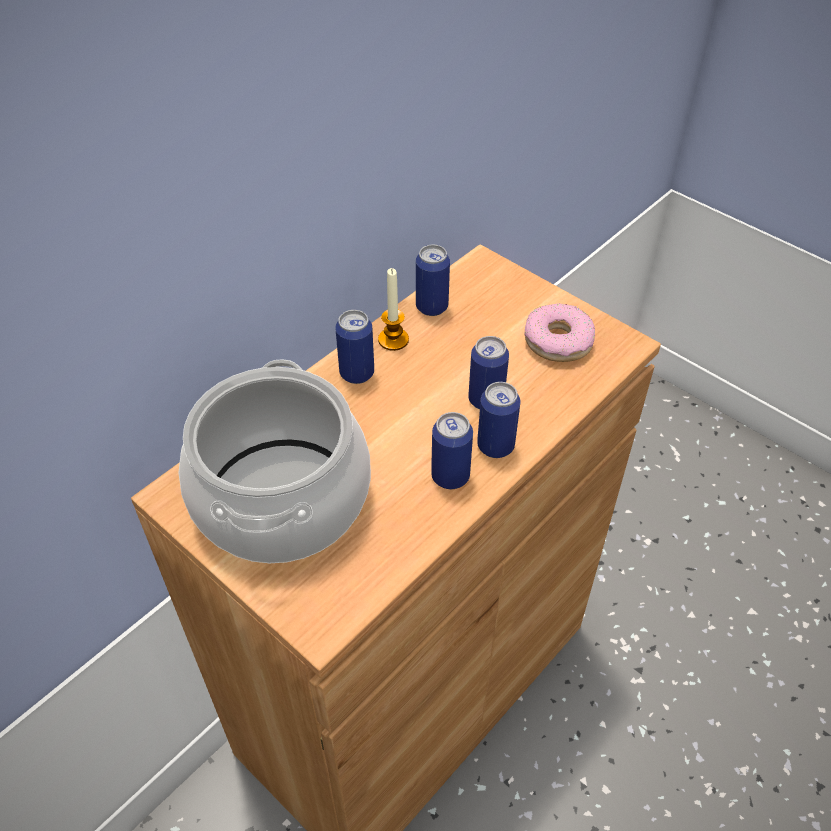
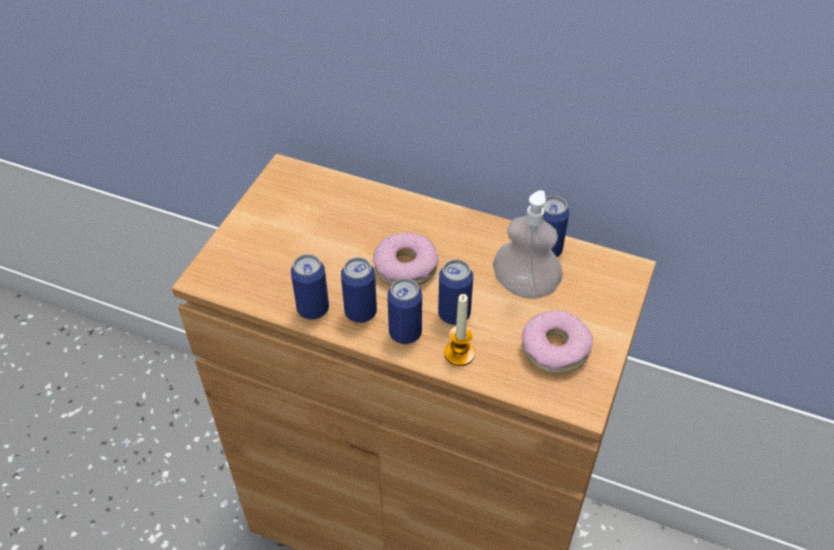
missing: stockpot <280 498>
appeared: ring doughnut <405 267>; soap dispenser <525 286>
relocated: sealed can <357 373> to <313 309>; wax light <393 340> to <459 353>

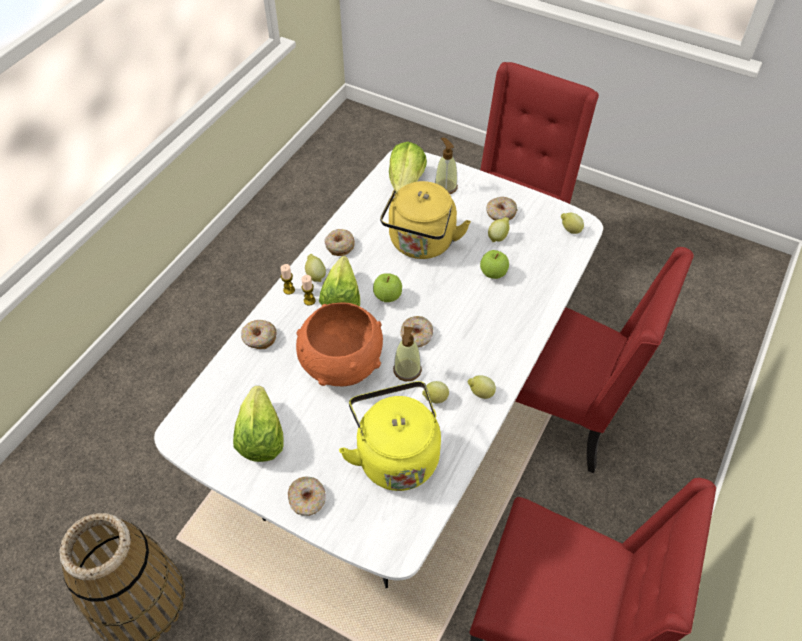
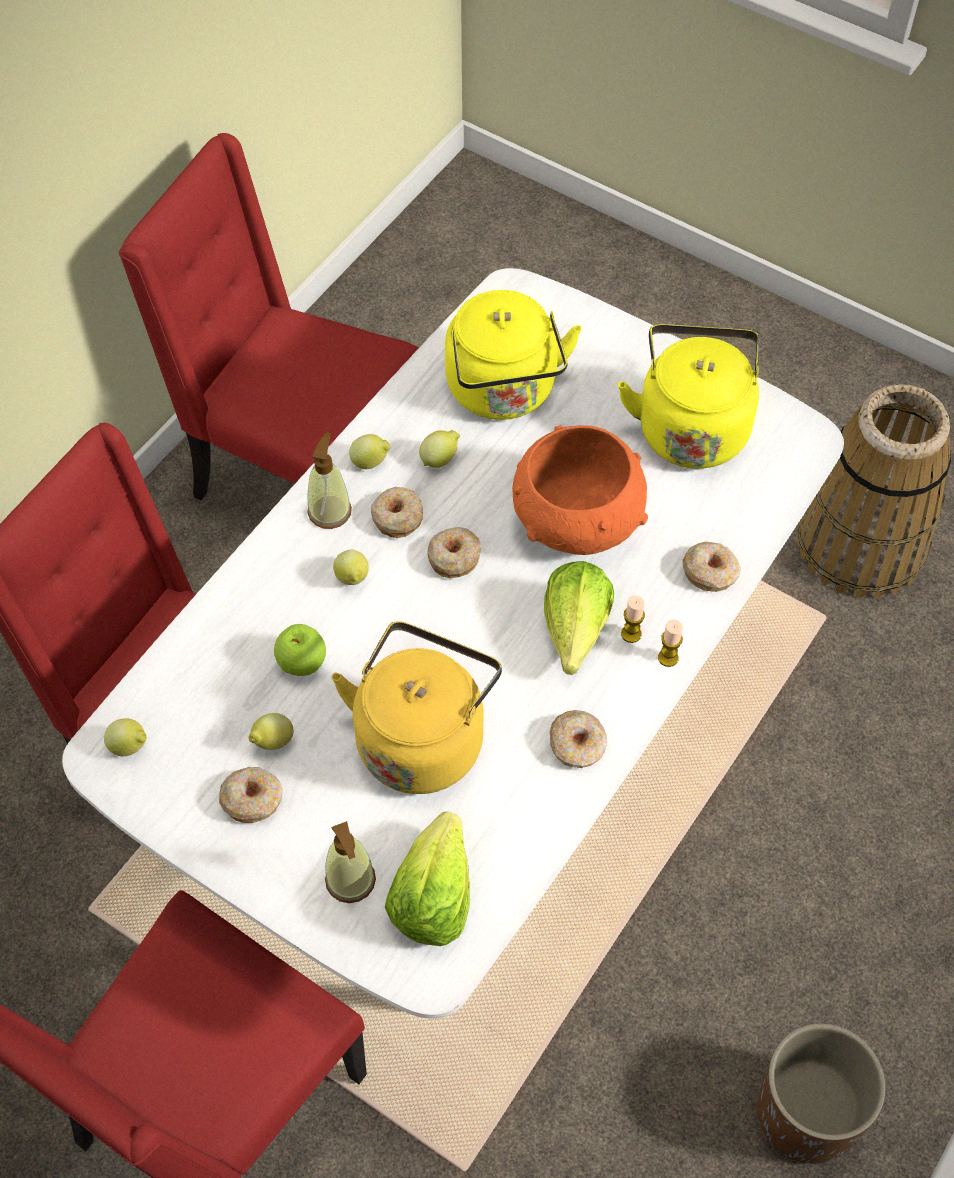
missing: apple fruit <387 297>
appeared: brown plant pot <806 1113>
relocated: ring doughnut <307 499> to <397 517>; citrus fruit <315 275> to <353 579>; soap dispenser <407 370> to <329 511>
exchanged: lettuce head <261 437> to yellowish water kettle <691 426>

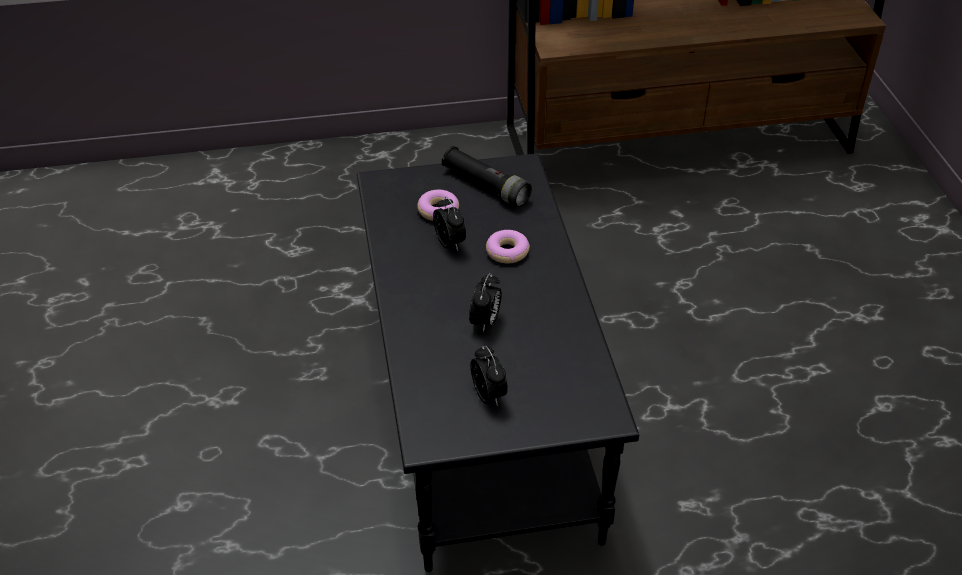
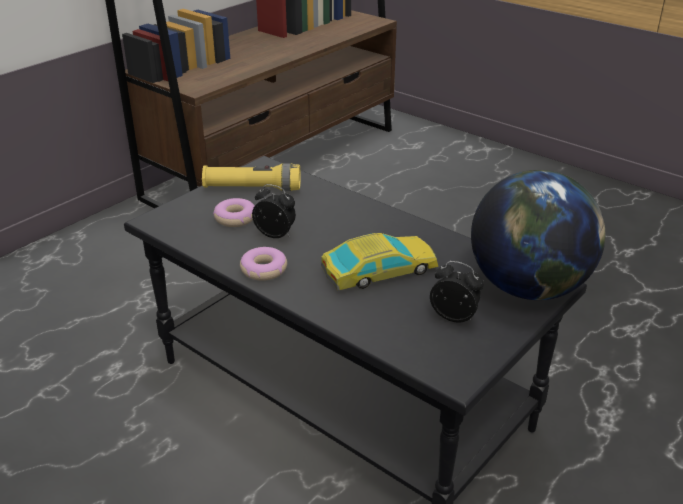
appeared: globe <529 287>
relocated: ring doughnut <507 252> to <263 270>
exchanged: alarm clock <485 322> to model car <379 271>
colour: black hand torch <485 186> to yellowish hand torch <252 188>

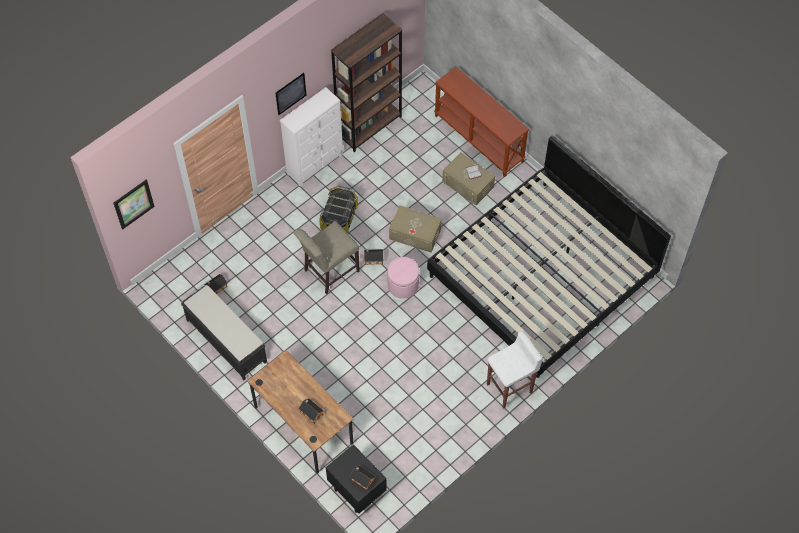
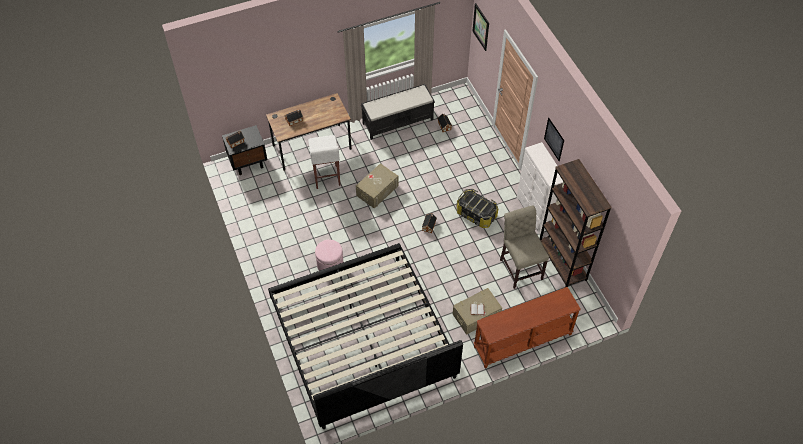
relocated: sand-coloured chair <328 272> to <520 267>; pink-coloured ottoman <403 285> to <330 264>; sand-coloured storage box <415 234> to <377 190>; whitish stool <510 388> to <326 177>

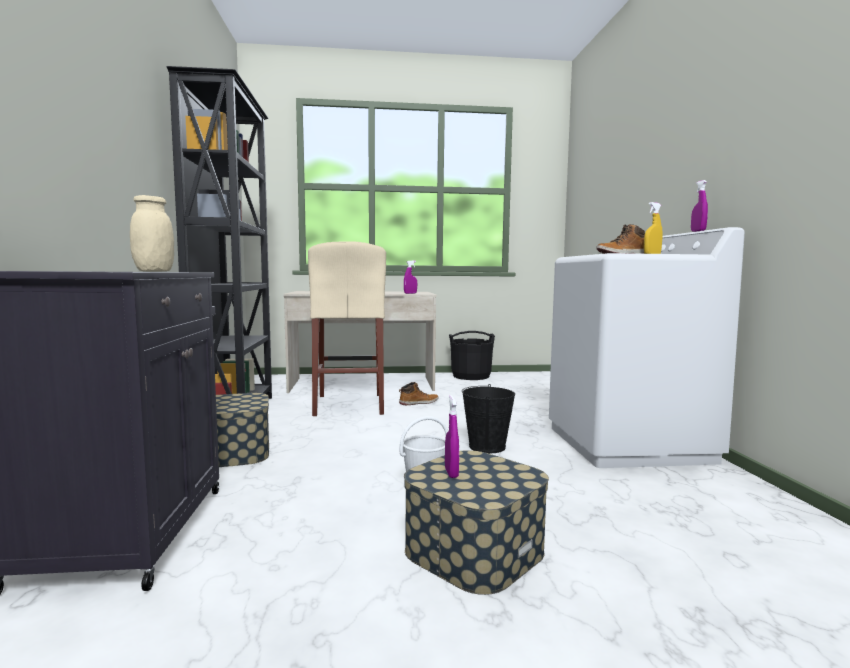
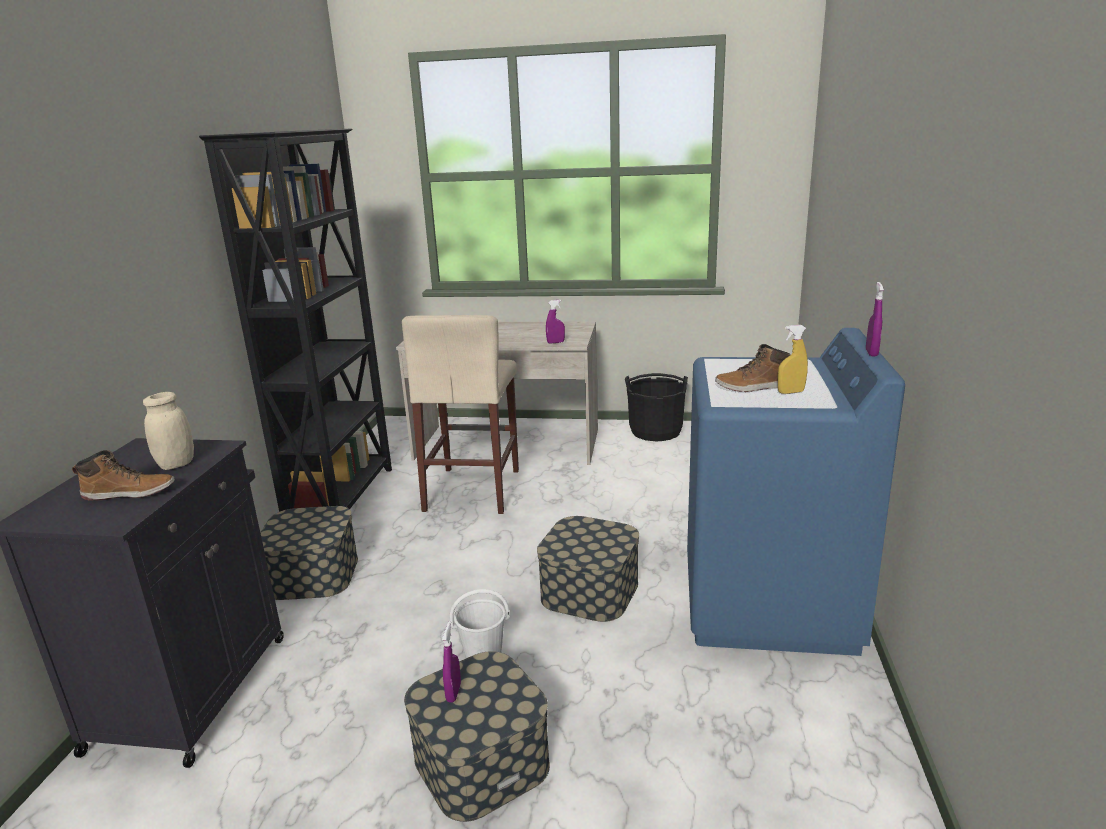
relocated: high-top boot <418 403> to <130 493>
exchanged: black pail <487 447> to storage box <590 590>
colour: whitish laundry appliance <628 444> to blue laundry appliance <768 603>

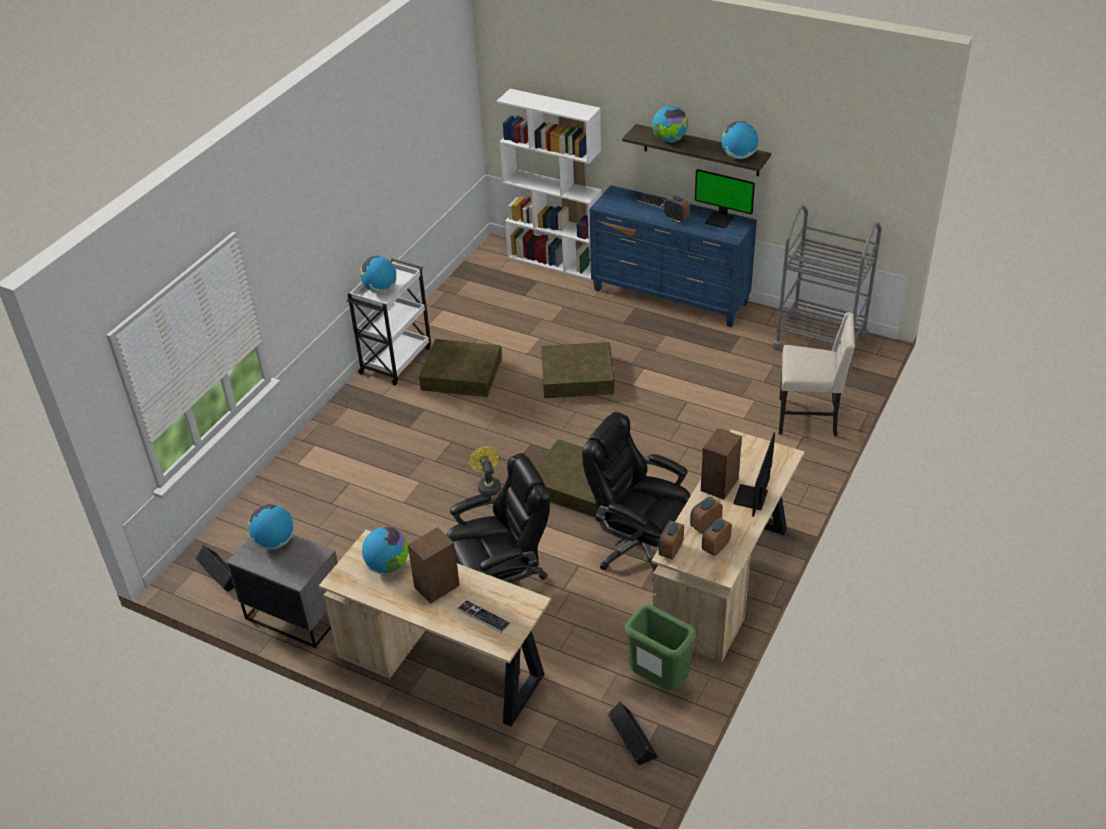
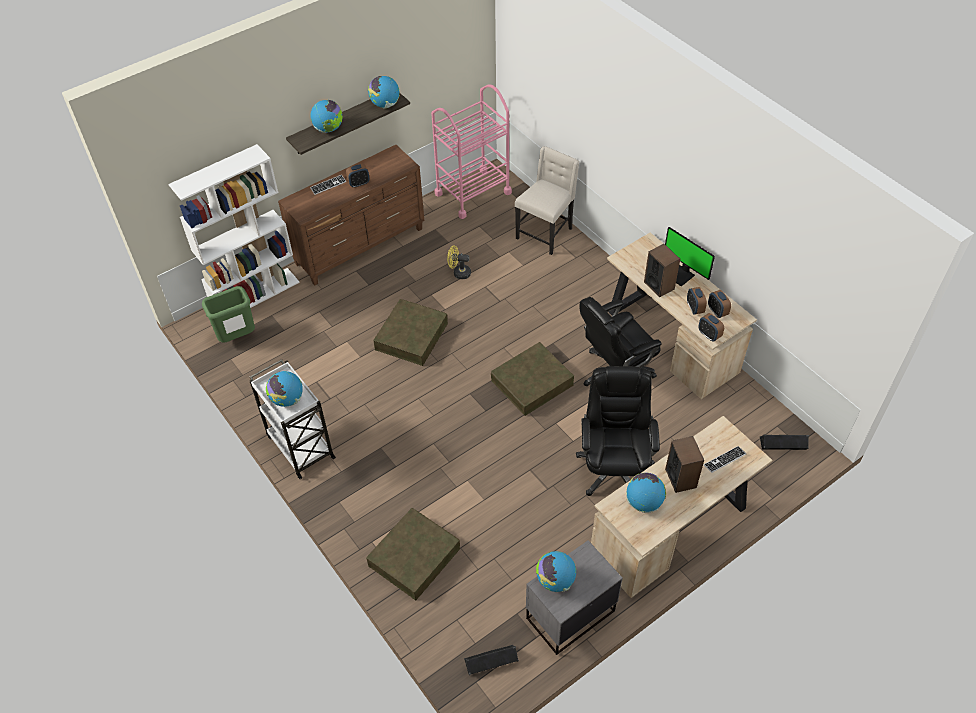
missing: computer screen <720 219>
relocated: brown storage box <461 374> to <414 557>; yellowish fan <488 485> to <459 273>; green-coloured trash can <658 681> to <237 338>
colour: blue drawer chest <670 297> to brown drawer chest <360 246>; greyish trolley <820 342> to pink-coloured trolley <473 193>

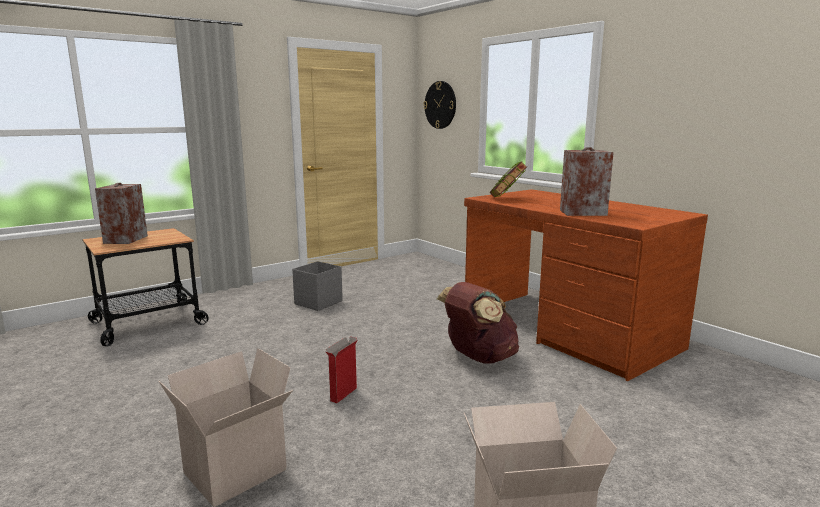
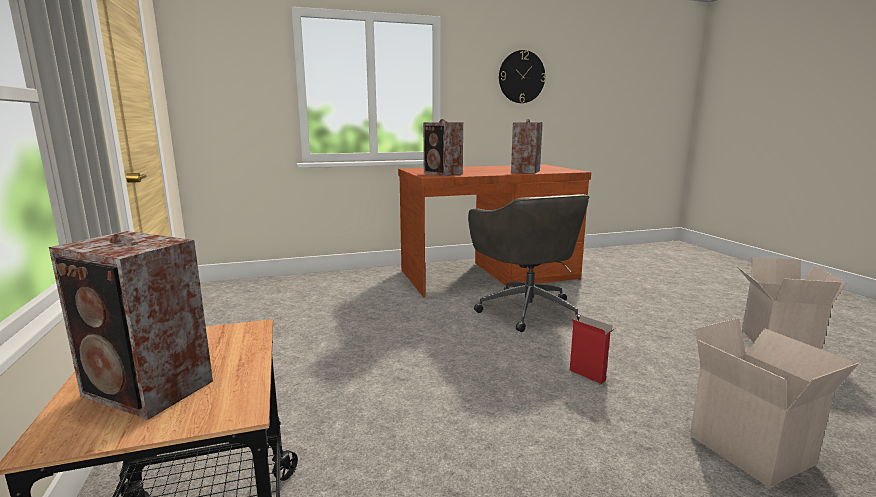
missing: greyish storage box <319 302>
relocated: wall clock <440 105> to <521 77>
exchanged: brown knapsack <478 357> to greyish desk chair <526 309>; book <507 198> to audio speaker <443 173>

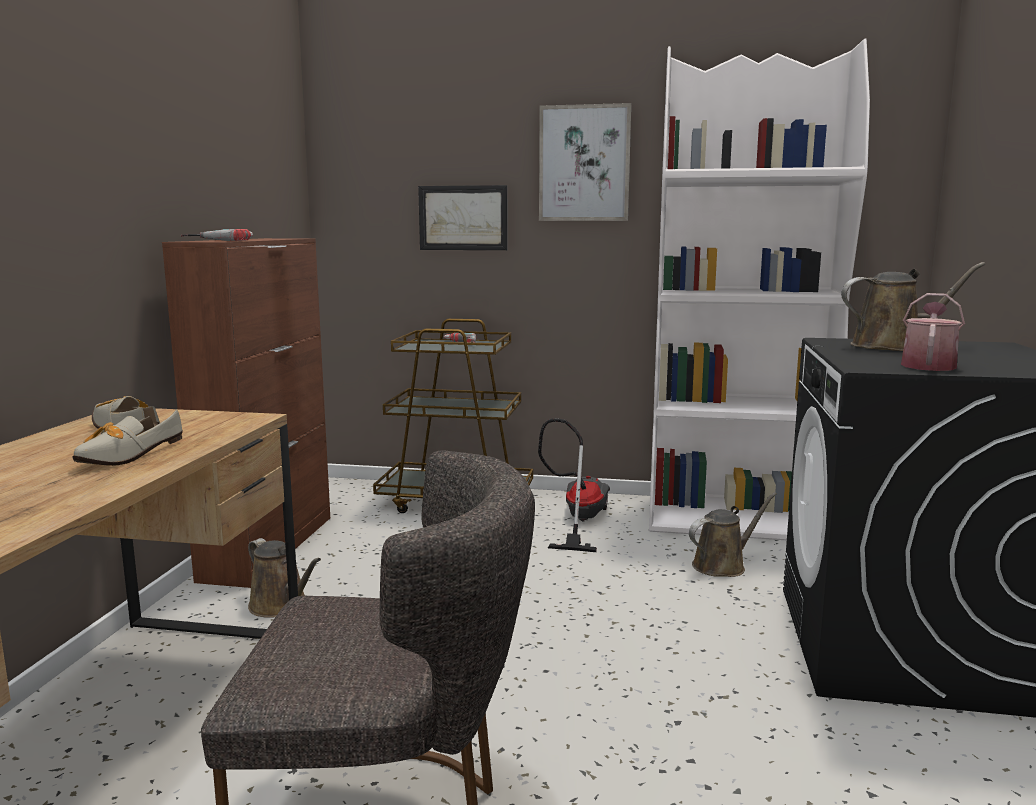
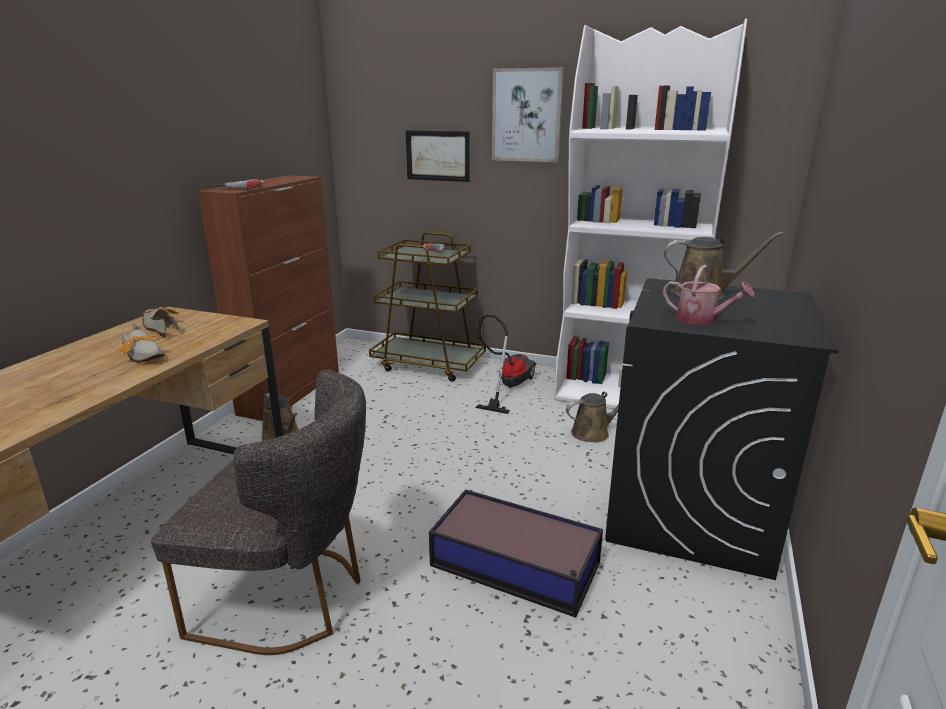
appeared: storage box <516 565>
spun: low shoe <122 457> = <144 355> 75 degrees counterclockwise; watering can <928 365> = <702 320> 90 degrees clockwise

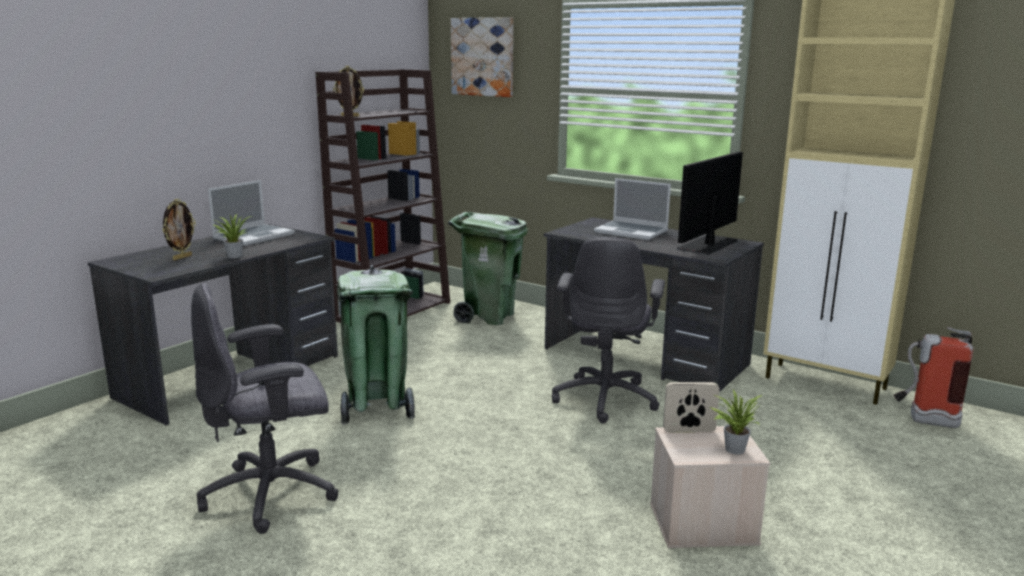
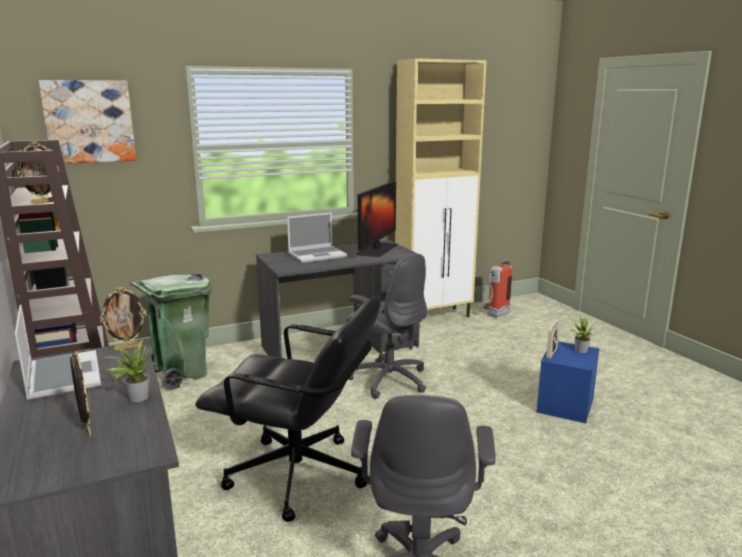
appeared: photo frame <127 348>
exchanged: green-coloured trash can <377 406> to black desk chair <298 476>
colour: sand-coloured storage box <702 524> to blue storage box <566 405>
spun: computer screen <707 245> = <377 249> 135 degrees counterclockwise

